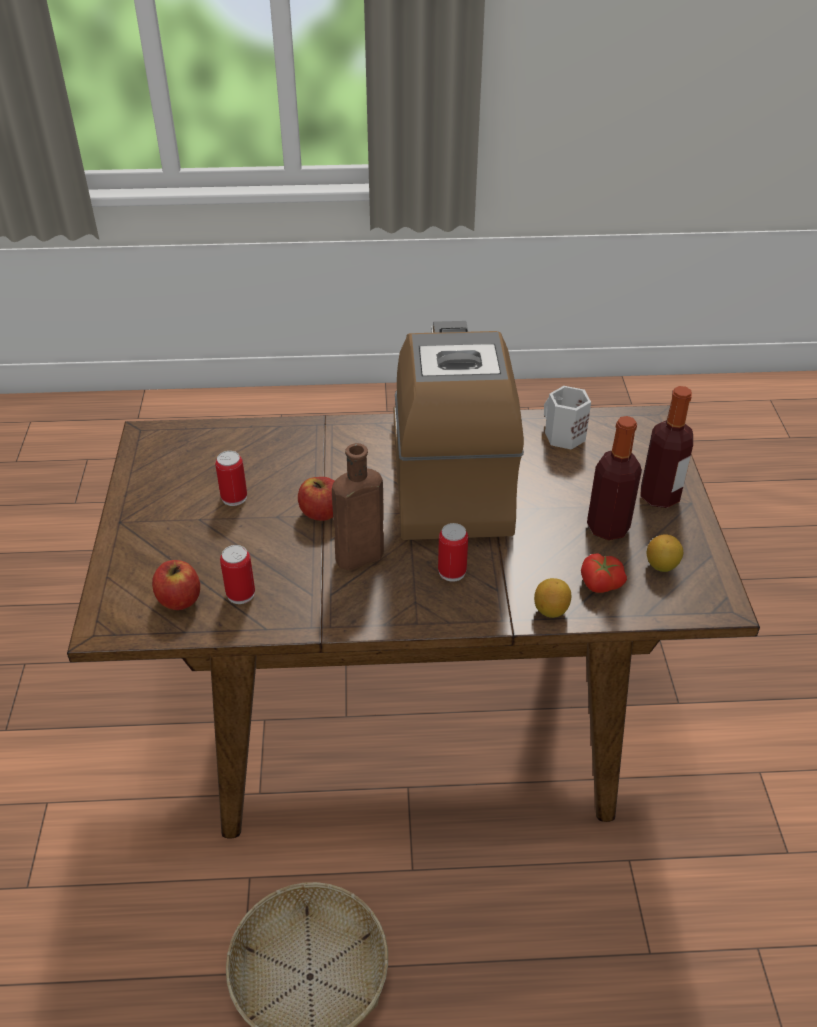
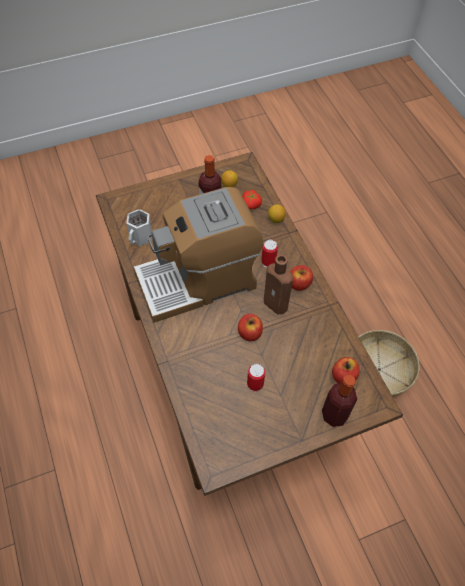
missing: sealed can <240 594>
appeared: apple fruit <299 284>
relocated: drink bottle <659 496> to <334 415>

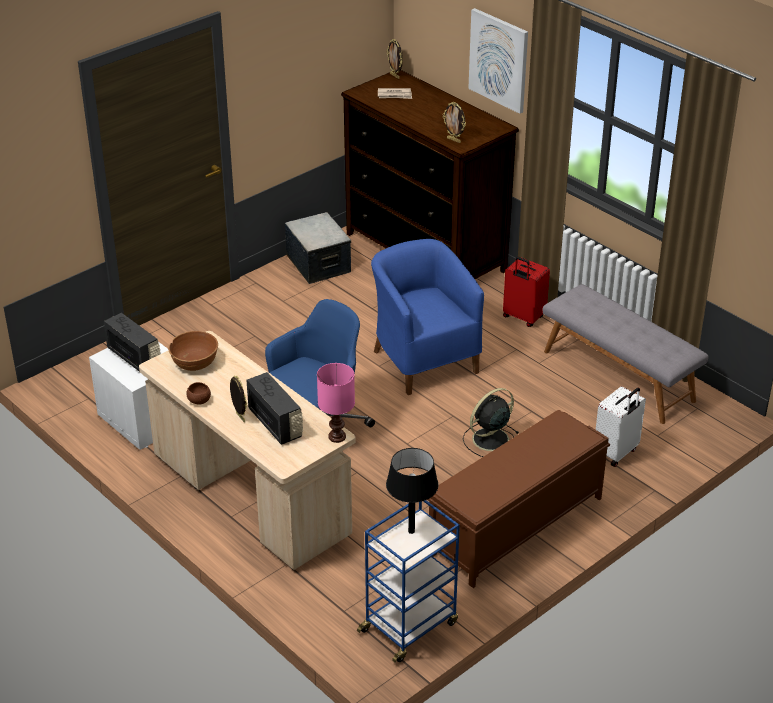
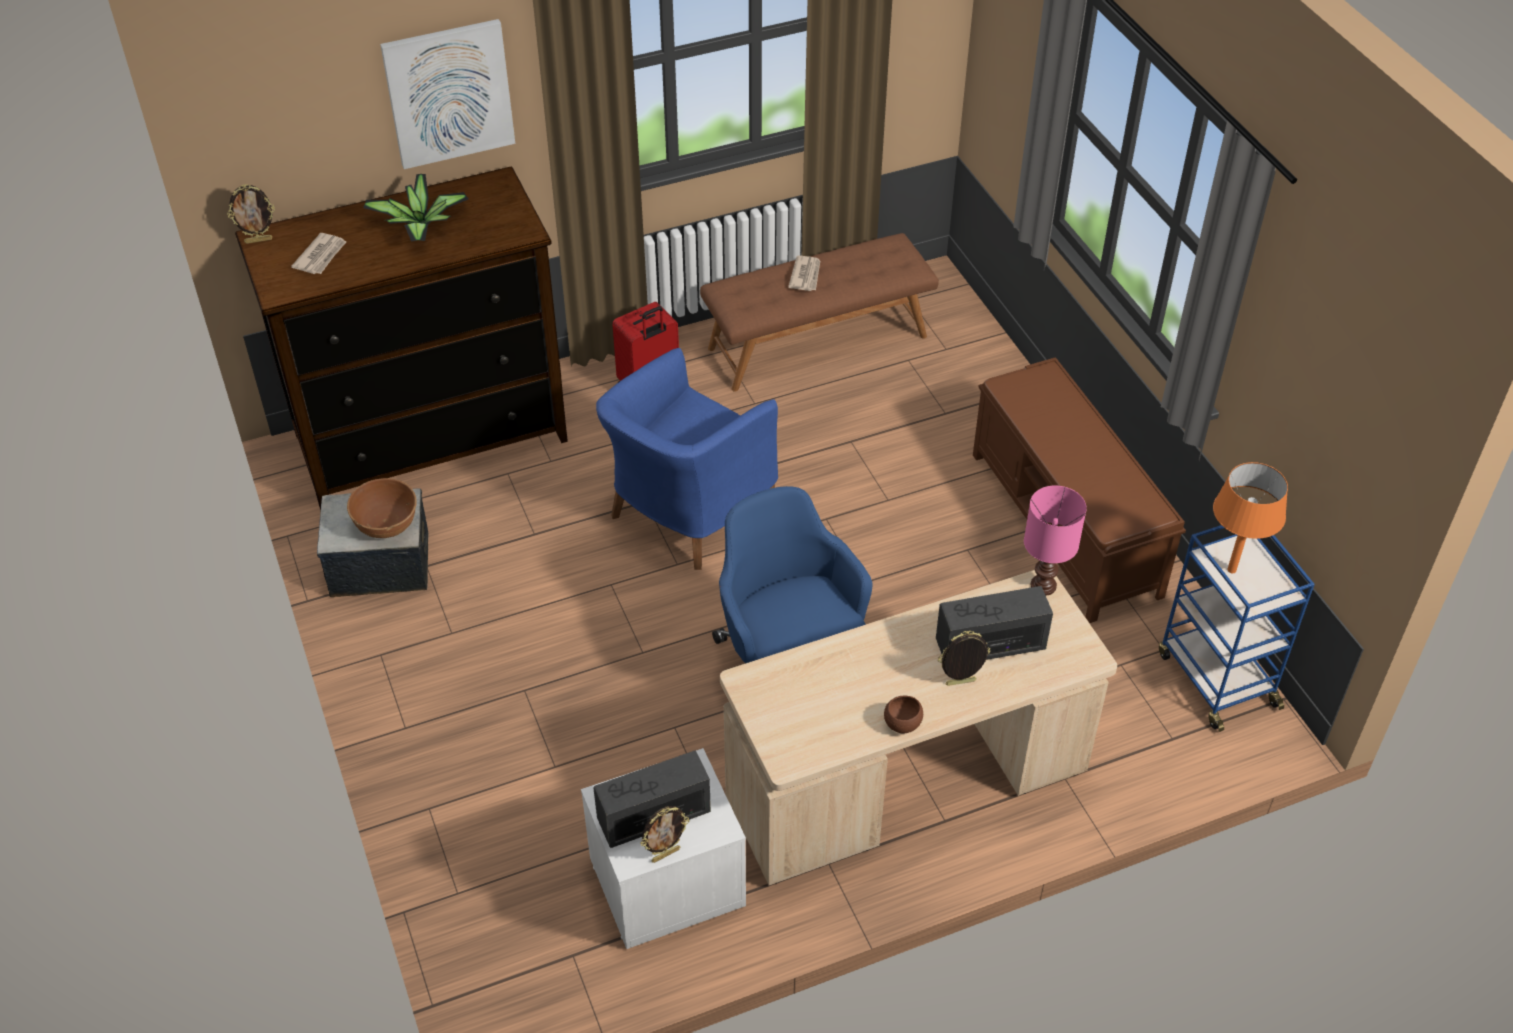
missing: black fan <489 440>; whitish travel case <616 453>
appeared: plant in a pot <421 226>; printed paper <806 275>
relocated: brown bowl <195 363> to <386 524>; photo frame <454 140> to <665 854>
colour: black table lamp <411 531> to orangey table lamp <1231 569>; greyish indoor bench <619 375> to brown indoor bench <817 341>
spun: blue easy chair <423 359> = <687 513> 45 degrees counterclockwise

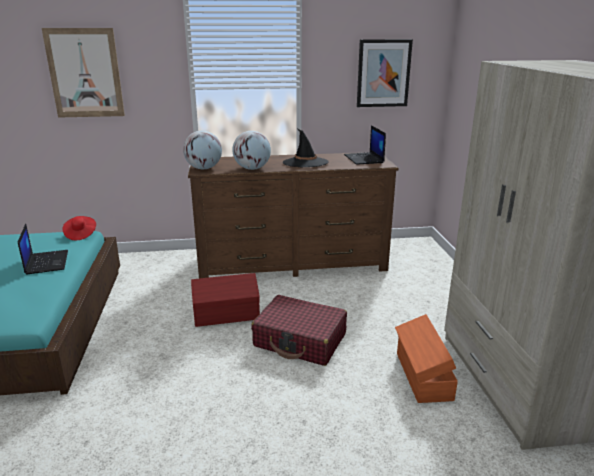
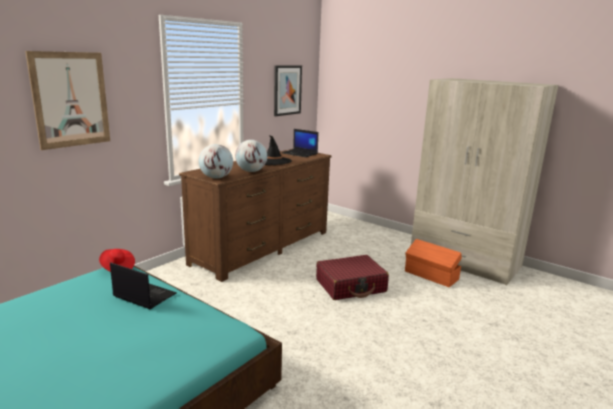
missing: red storage box <227 315>

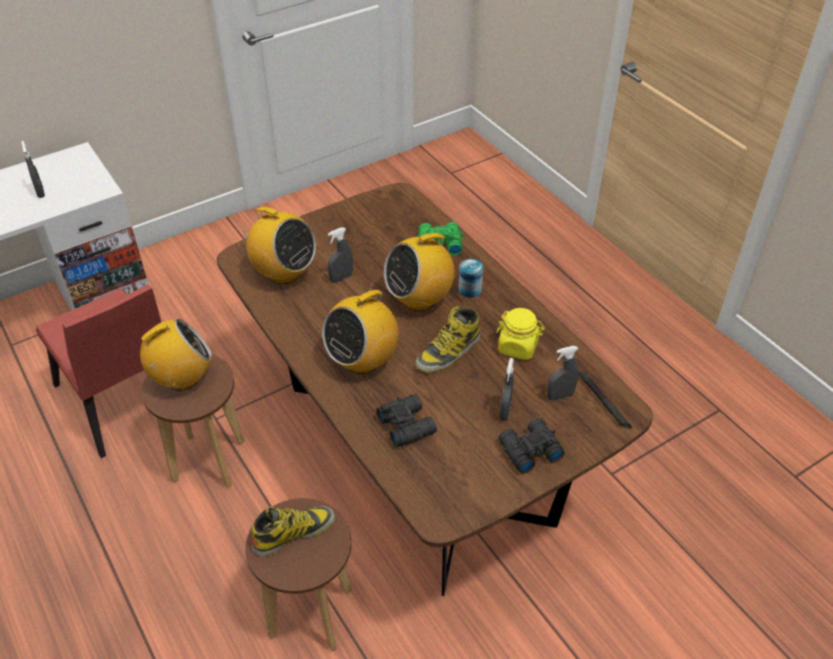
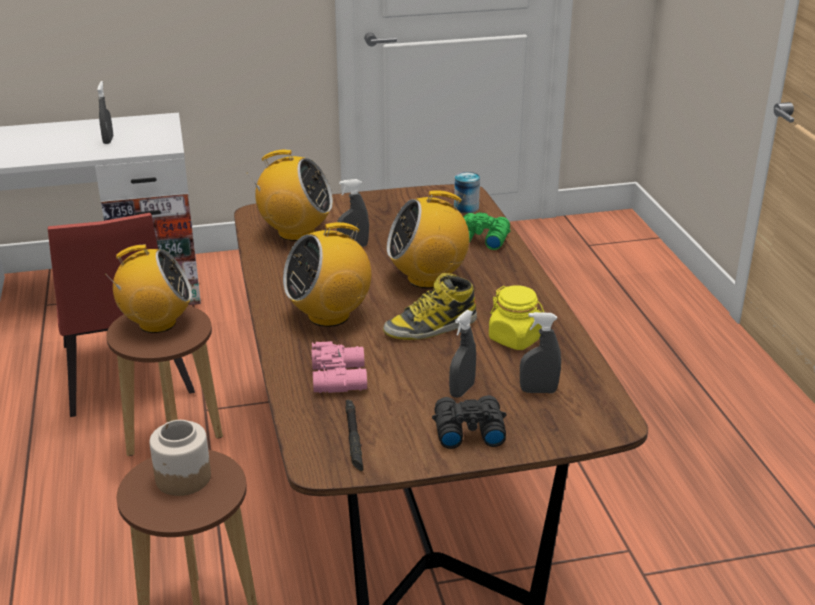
relocated: sealed can <470 289> to <466 207>; black hand torch <603 402> to <354 438>
exchanged: high-top boot <294 532> to preserve jar <182 478>
colour: black field glasses <407 424> to pink-coloured field glasses <341 377>
spun: radio receiver <284 273> = <295 232> 45 degrees counterclockwise

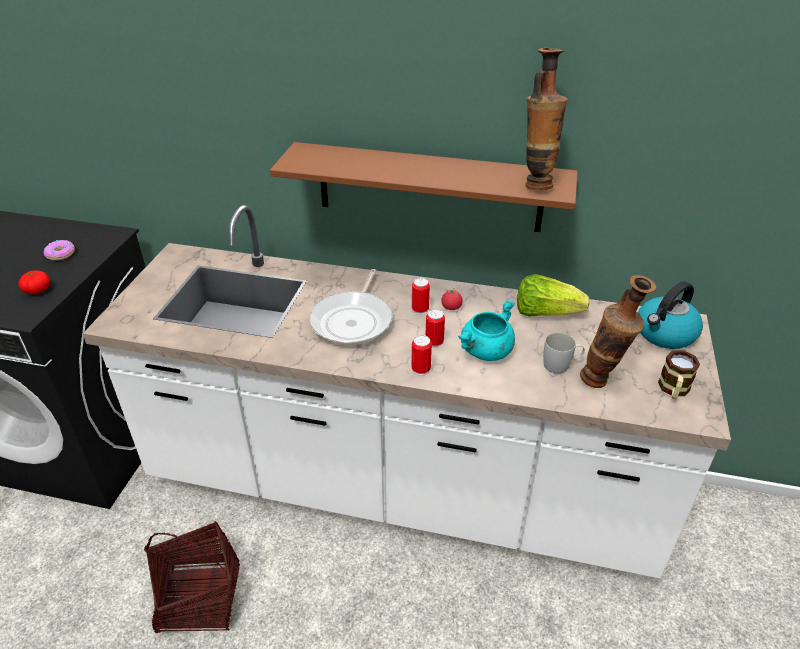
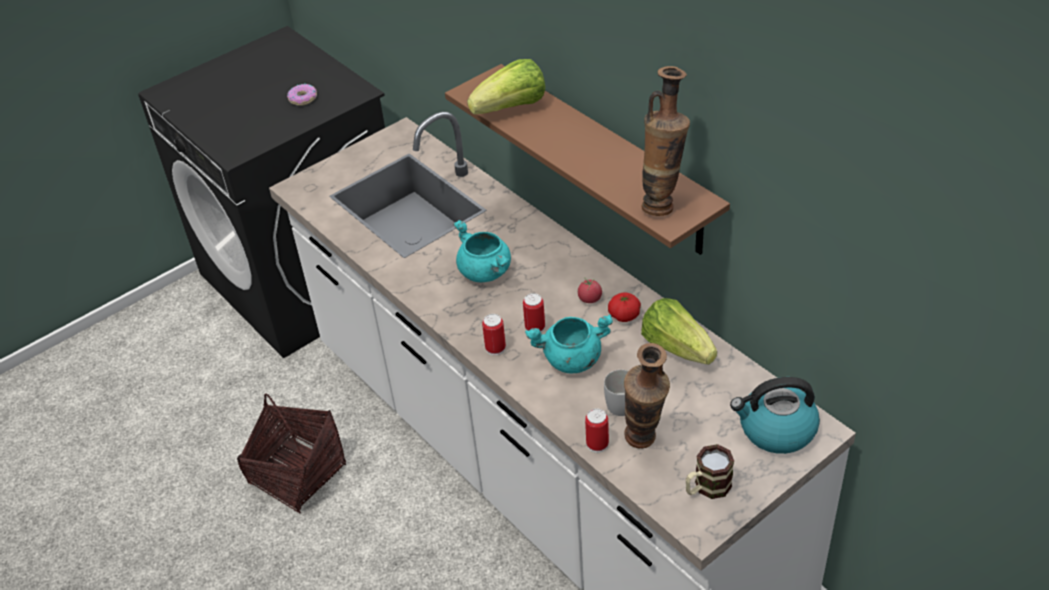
appeared: lettuce head <511 108>
relocated: tomato <37 290> to <624 315>; sealed can <420 309> to <597 444>
exchanged: skillet <353 320> to blue-green stockpot <486 272>

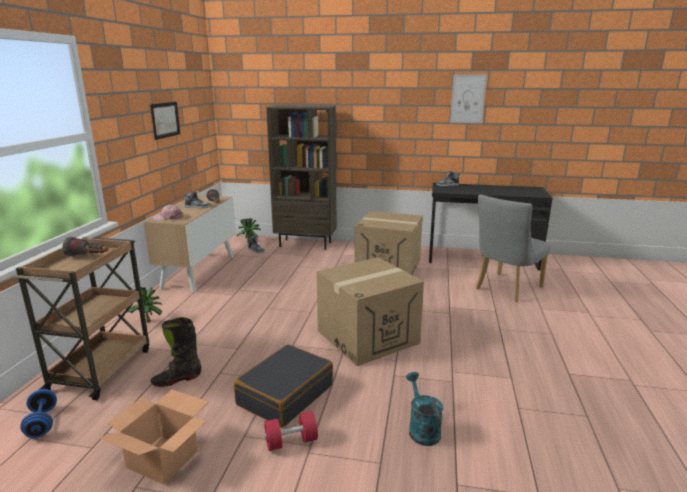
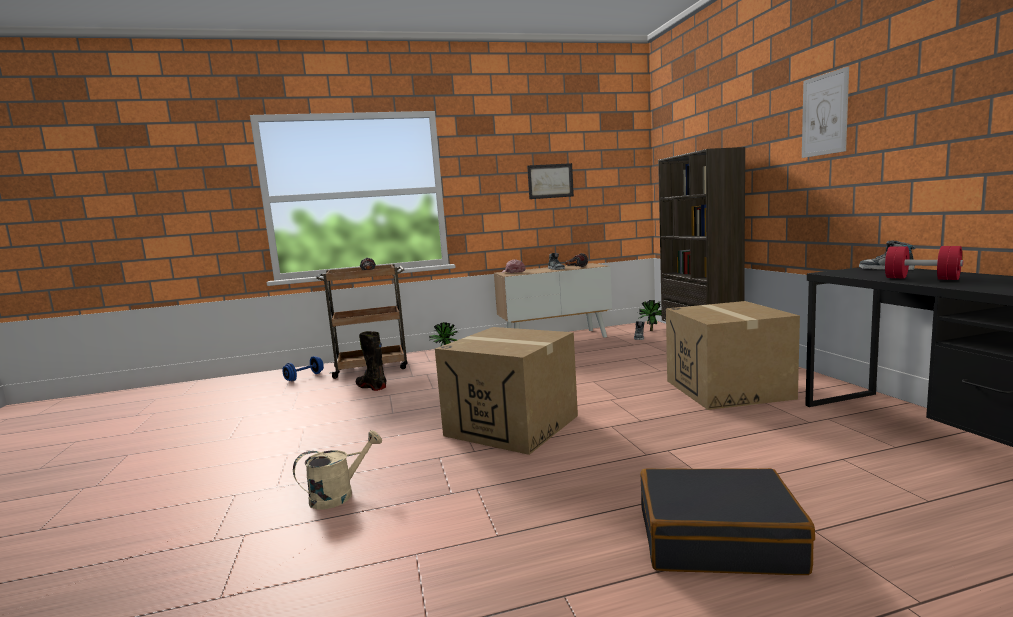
missing: cardboard box <161 459>; greyish chair <505 289>
relocated: black travel case <285 394> to <717 539>; red hand weight <291 441> to <921 278>; wall art <467 99> to <824 114>
colour: blue-green watering can <421 428> to sand-coloured watering can <339 495>

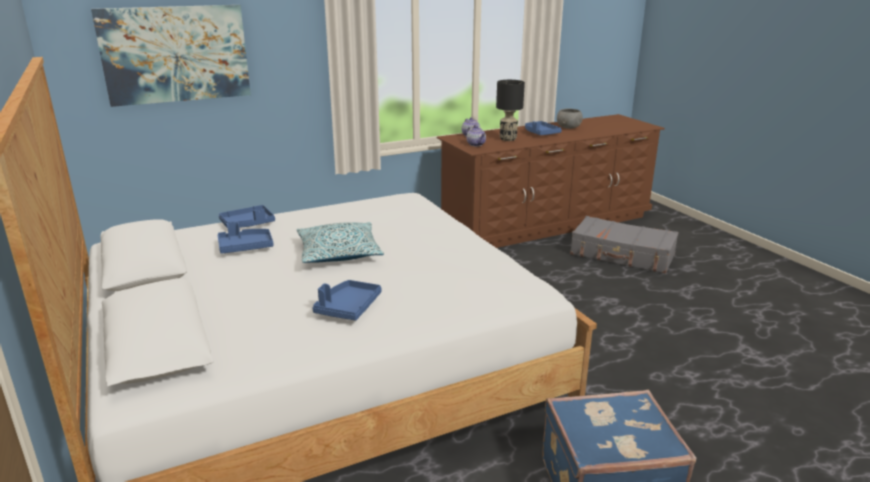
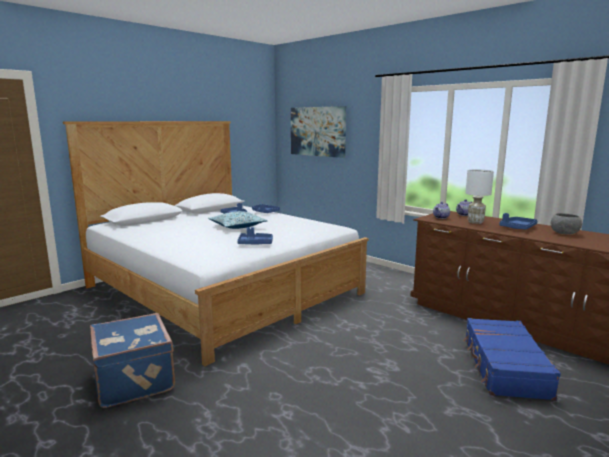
relocated: blue serving tray <348 308> to <255 243>
colour: black table lamp <507 139> to whitish table lamp <475 222>; greyish travel case <622 255> to blue travel case <504 367>

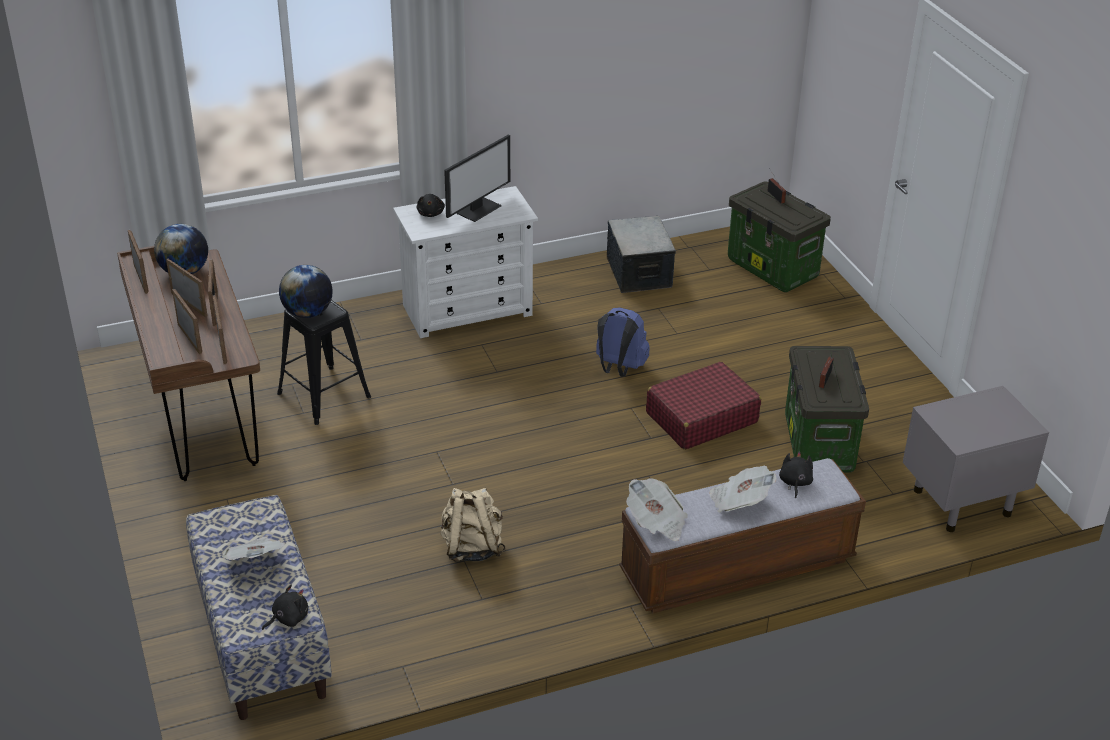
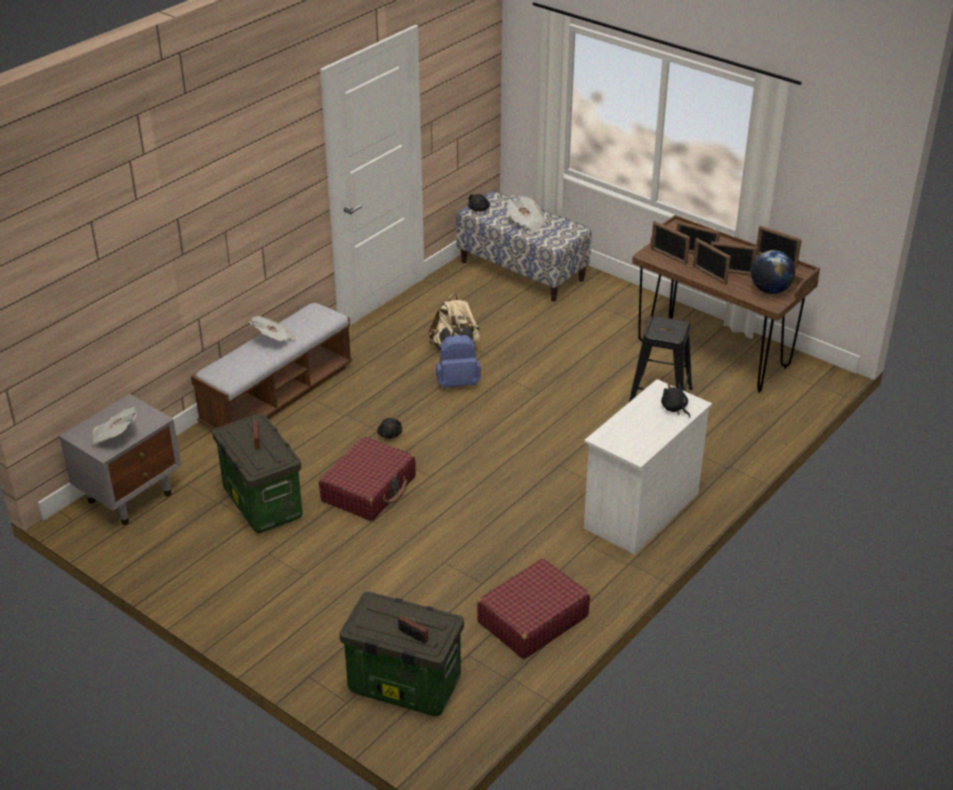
missing: globe <308 313>; computer screen <478 209>
relocated: blue knapsack <619 368> to <457 382>; printed paper <656 522> to <115 436>; black cuddly toy <795 483> to <389 434>
exchanged: storage box <639 273> to red travel case <532 619>

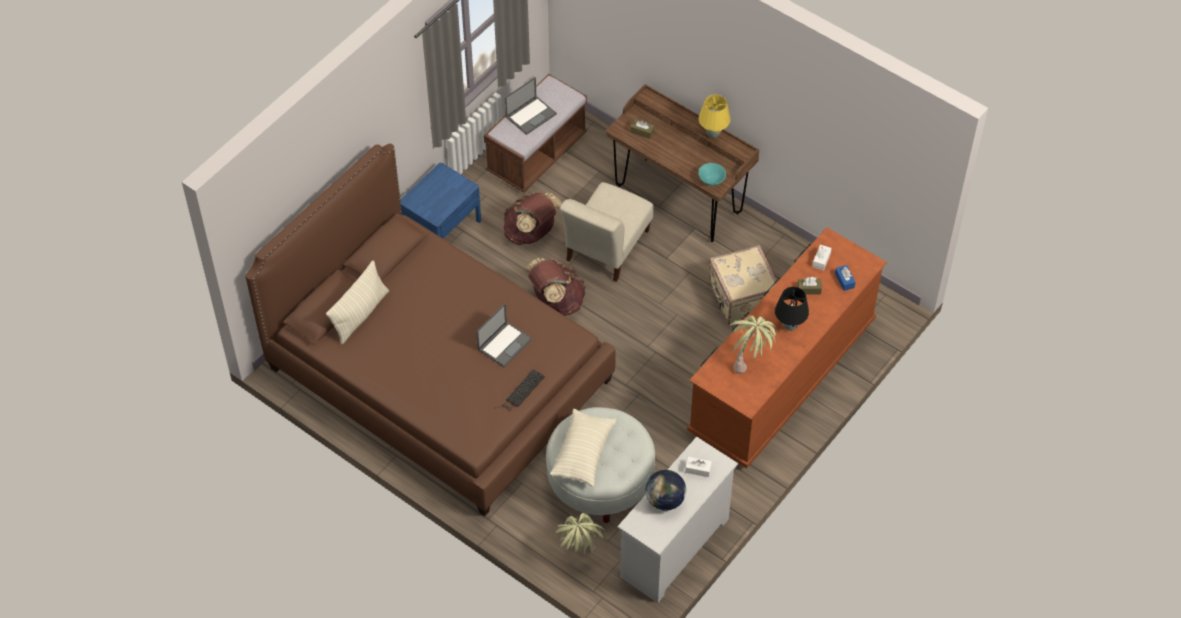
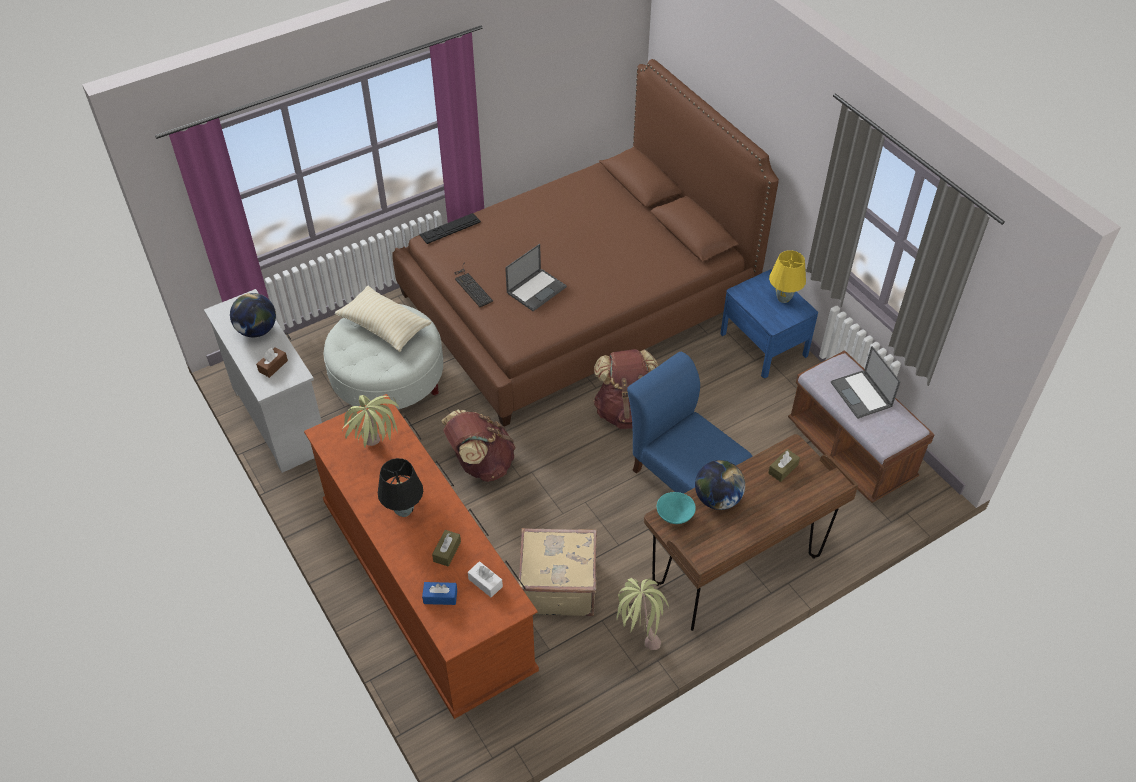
missing: sand-coloured throw pillow <360 314>
appeared: keyboard <450 228>; globe <717 499>
relocated: brown knapsack <531 233> to <481 464>; plant in a pot <579 555> to <638 633>; yellowish table lamp <713 134> to <784 299>
colour: sand-coloured chair <606 248> to blue chair <684 475>; whitish tissue holder <698 469> to brown tissue holder <273 366>
spun: laptop <505 344> = <536 289> 105 degrees counterclockwise

